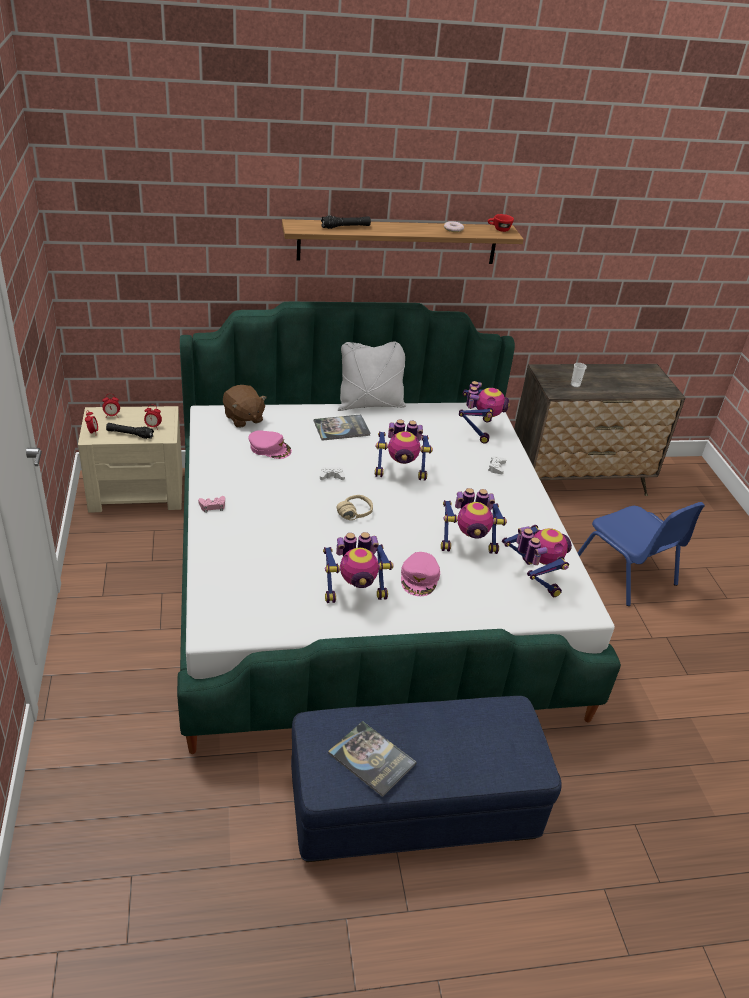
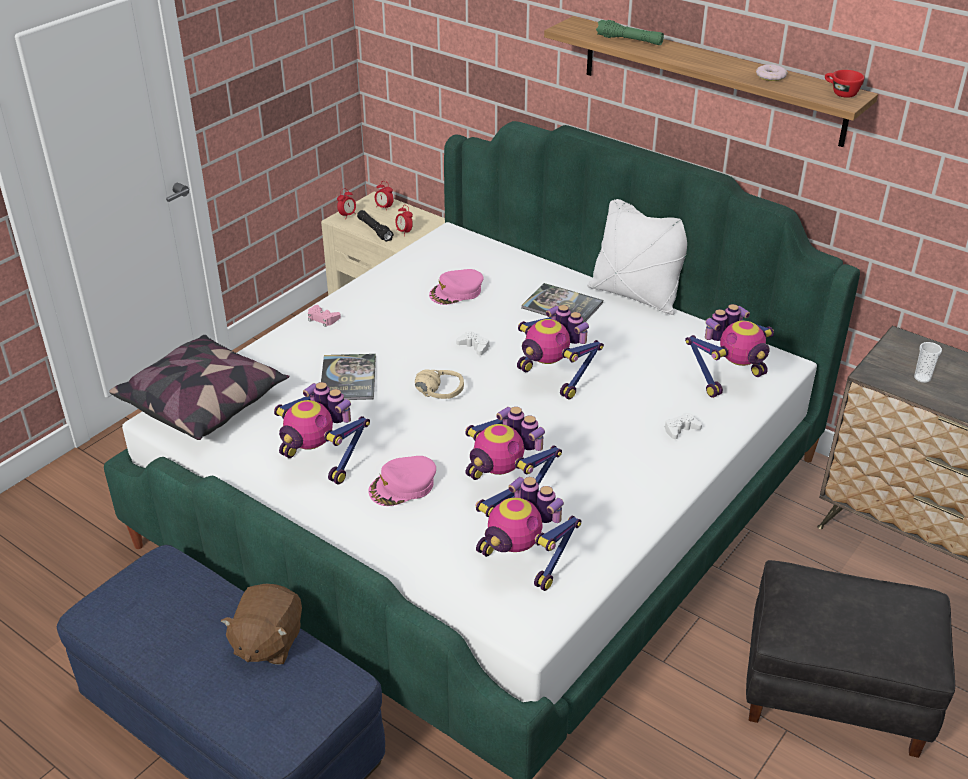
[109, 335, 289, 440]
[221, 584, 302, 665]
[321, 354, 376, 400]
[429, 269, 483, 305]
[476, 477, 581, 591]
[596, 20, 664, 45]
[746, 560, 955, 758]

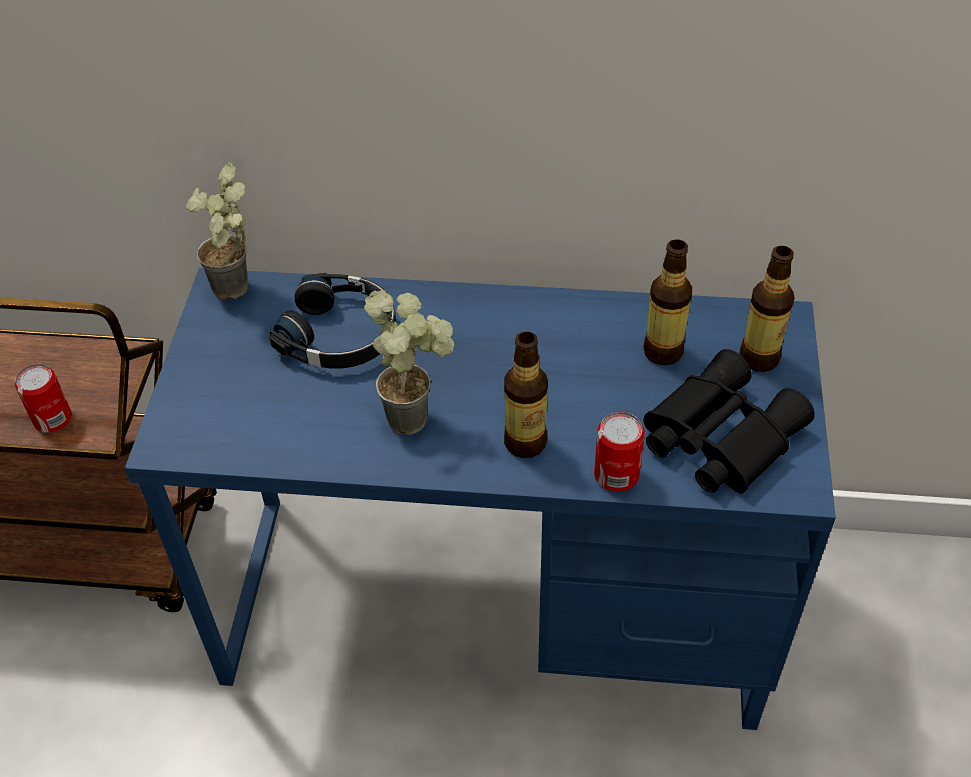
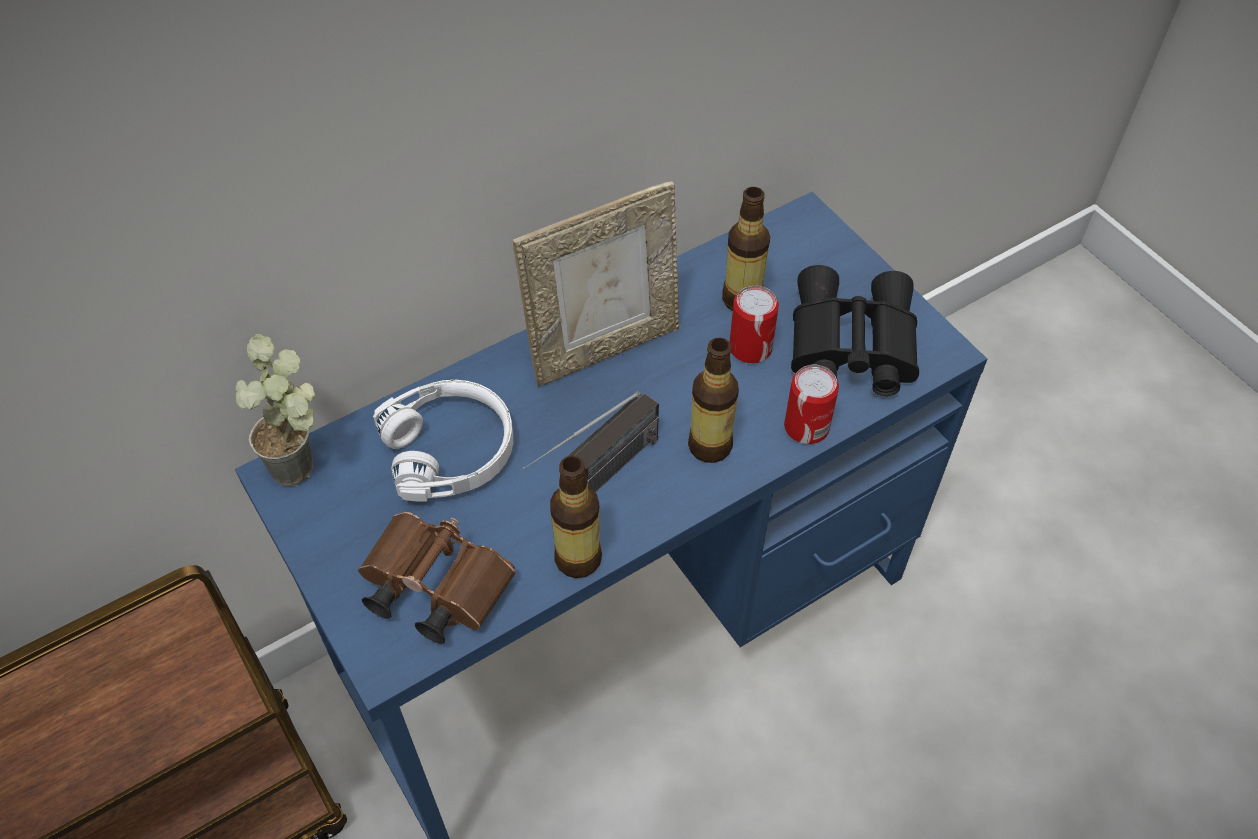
[358, 512, 515, 644]
[373, 380, 513, 502]
[513, 181, 679, 386]
[522, 391, 659, 492]
[550, 456, 602, 578]
[730, 285, 779, 363]

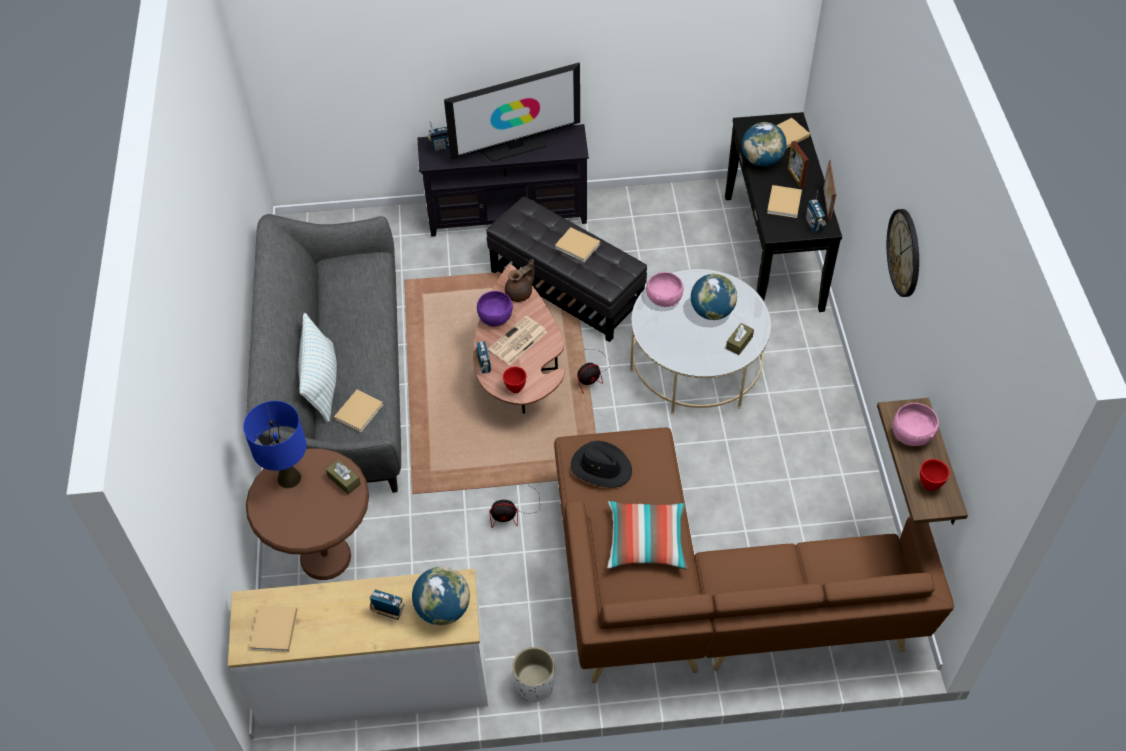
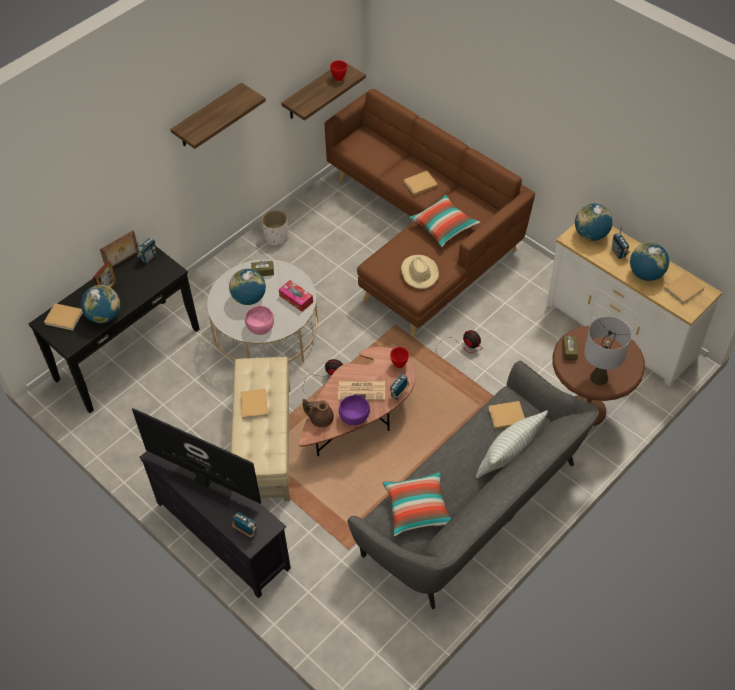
[171, 83, 266, 149]
[231, 357, 290, 502]
[261, 210, 289, 247]
[279, 280, 313, 312]
[383, 471, 452, 536]
[401, 255, 439, 289]
[404, 171, 438, 196]
[584, 316, 632, 385]
[630, 243, 669, 281]
[893, 403, 939, 446] (first image)

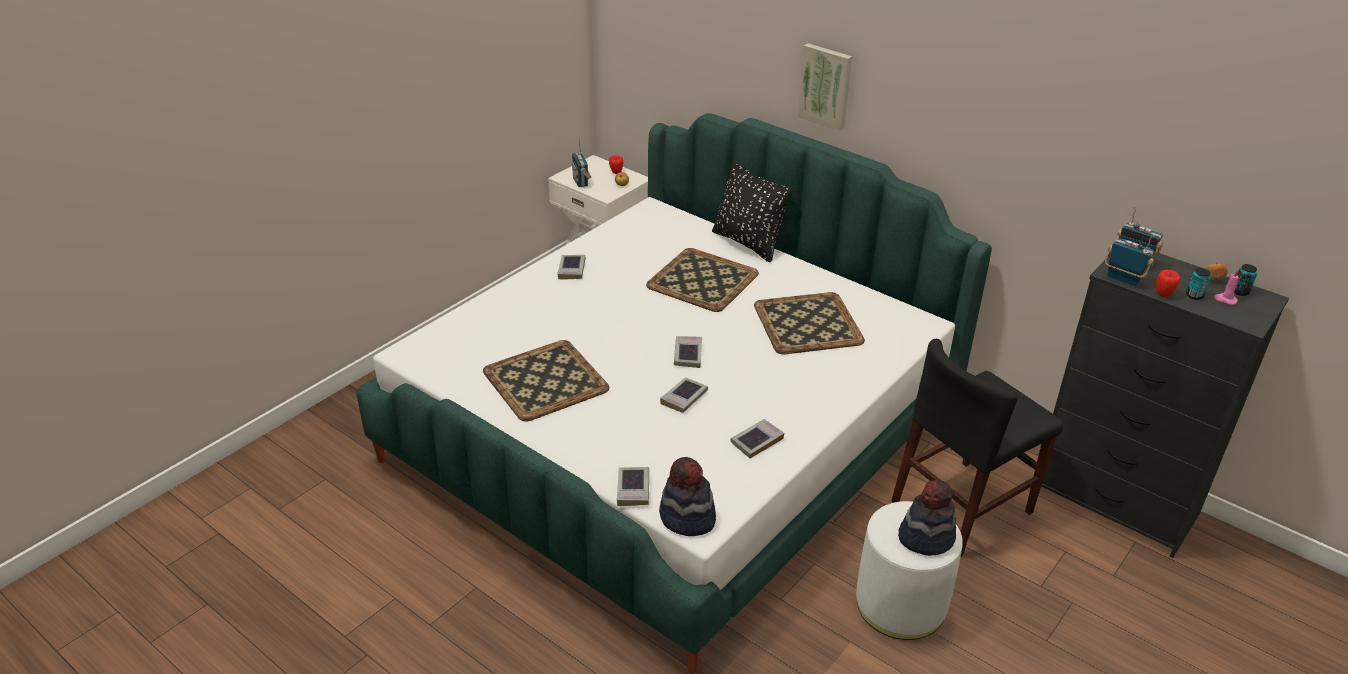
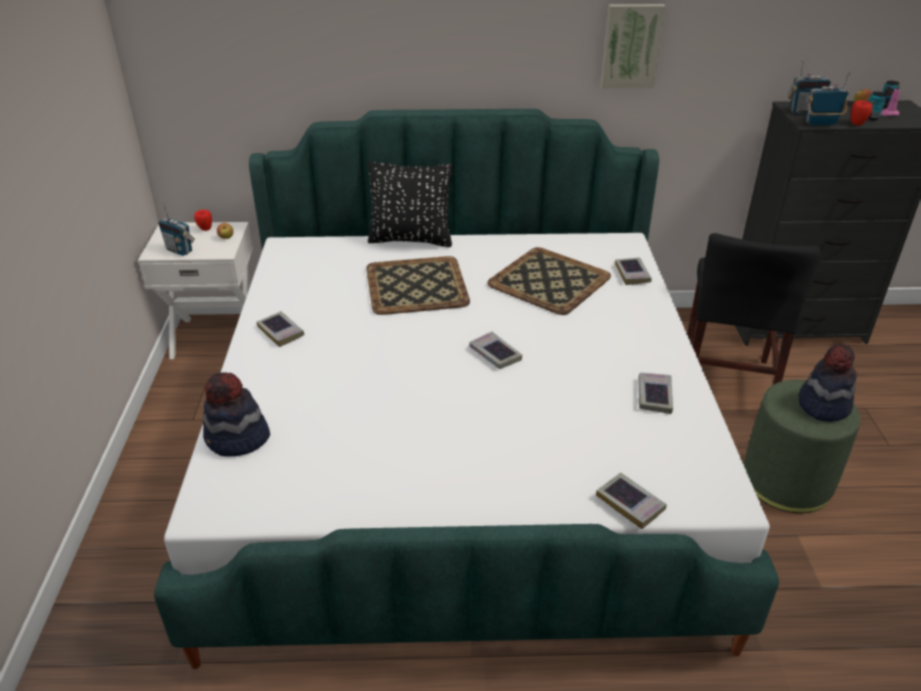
[203, 372, 270, 457]
[601, 4, 666, 88]
[615, 258, 652, 285]
[744, 380, 861, 513]
[483, 340, 609, 422] (first image)

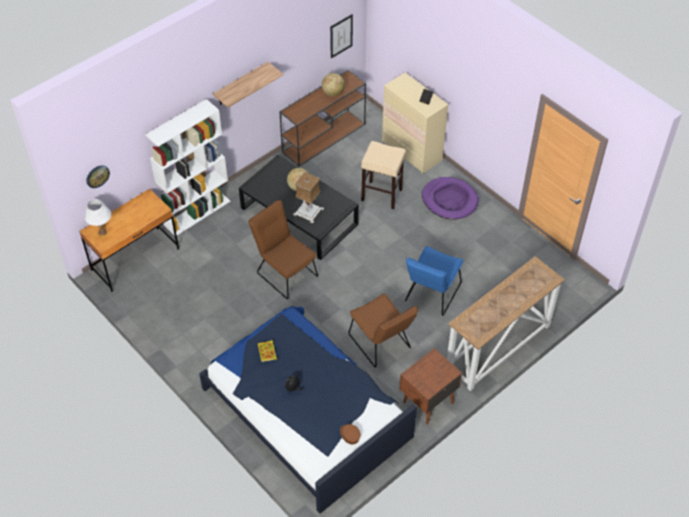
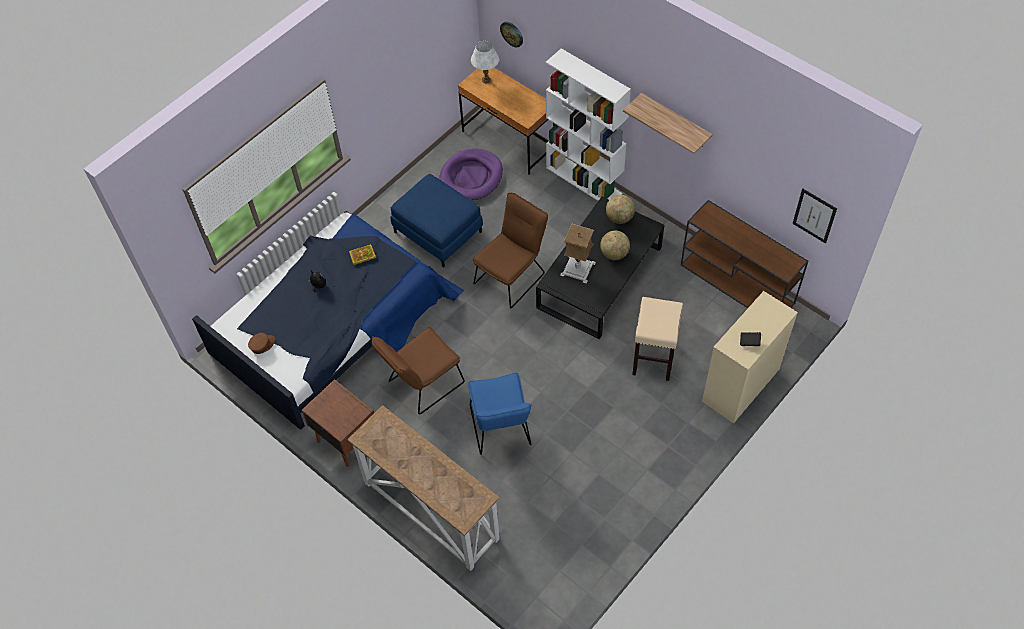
[391, 174, 483, 268]
[439, 148, 503, 200]
[468, 373, 531, 455]
[606, 195, 635, 224]

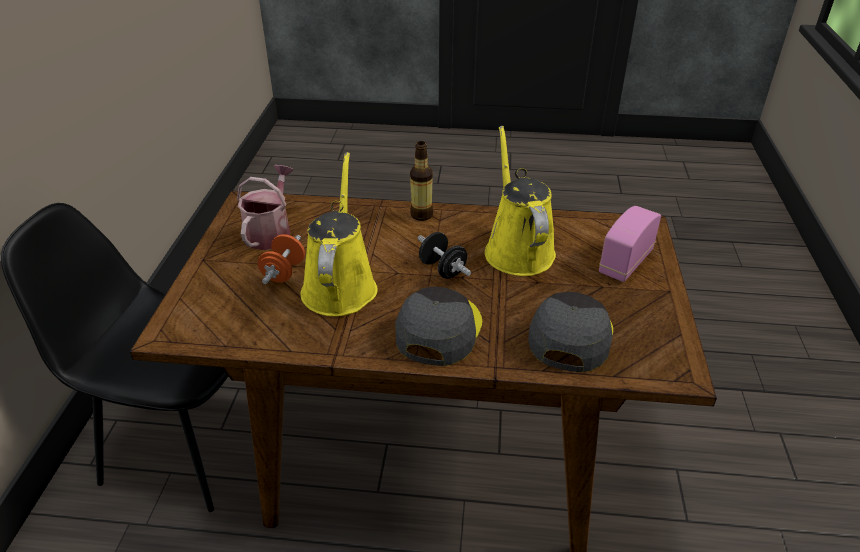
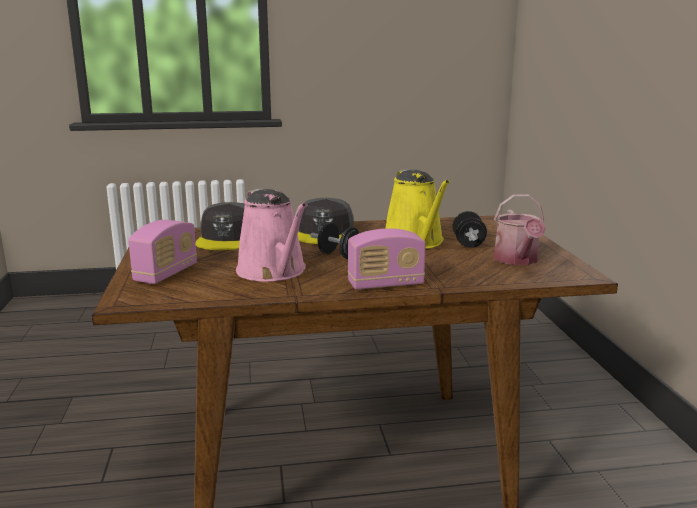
[236, 189, 308, 282]
[348, 228, 426, 290]
[452, 211, 487, 248]
[1, 203, 228, 512] (first image)

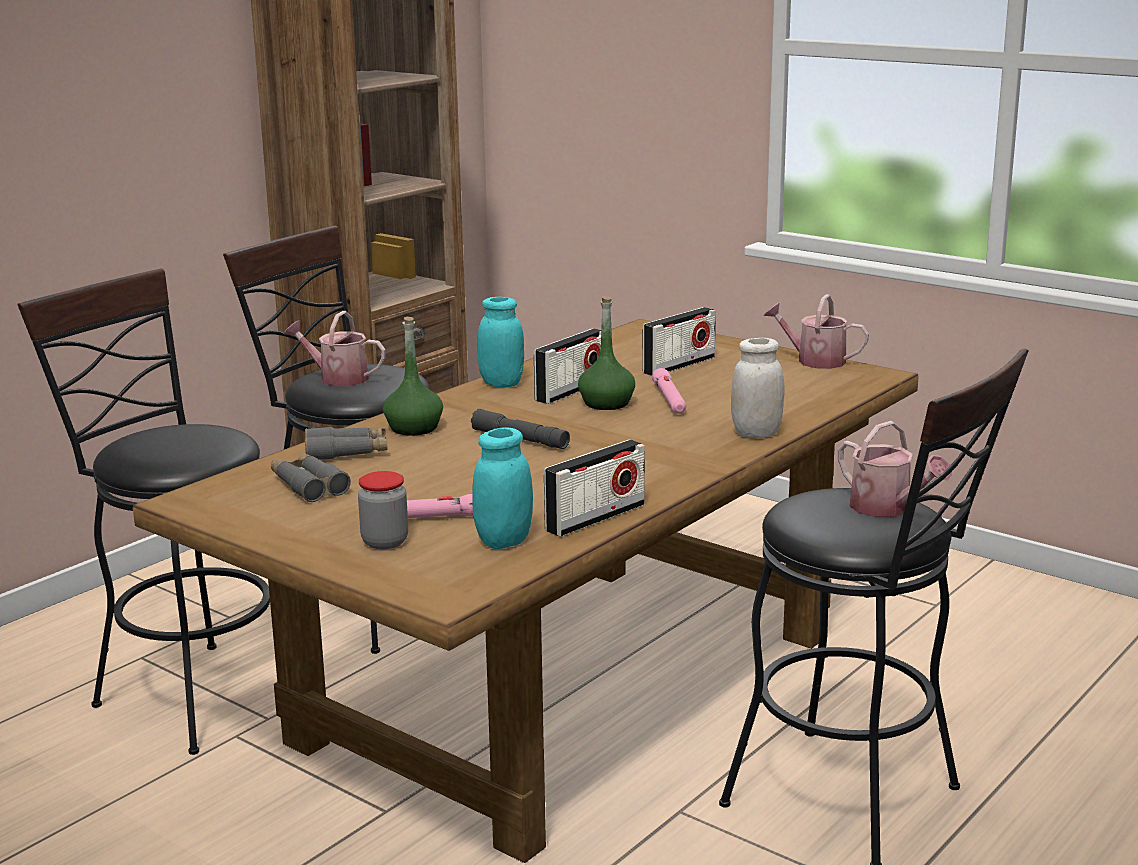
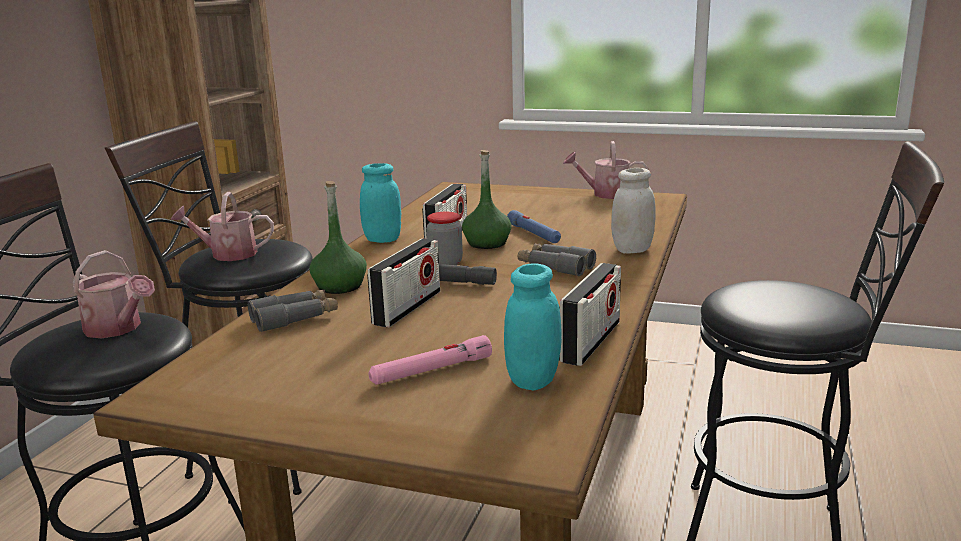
[73, 250, 155, 338]
[367, 238, 440, 327]
[427, 212, 463, 265]
[507, 210, 561, 243]
[518, 243, 596, 276]

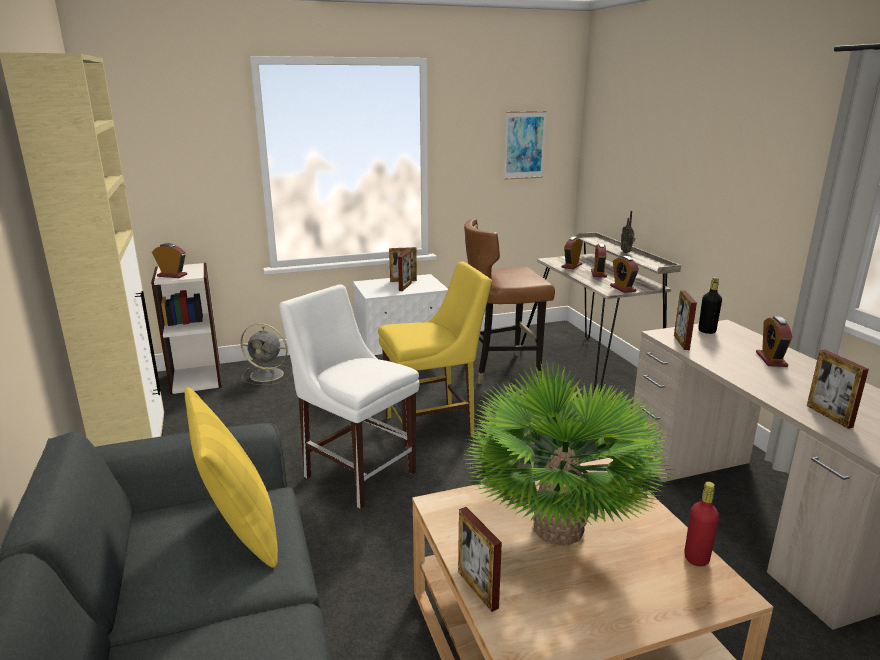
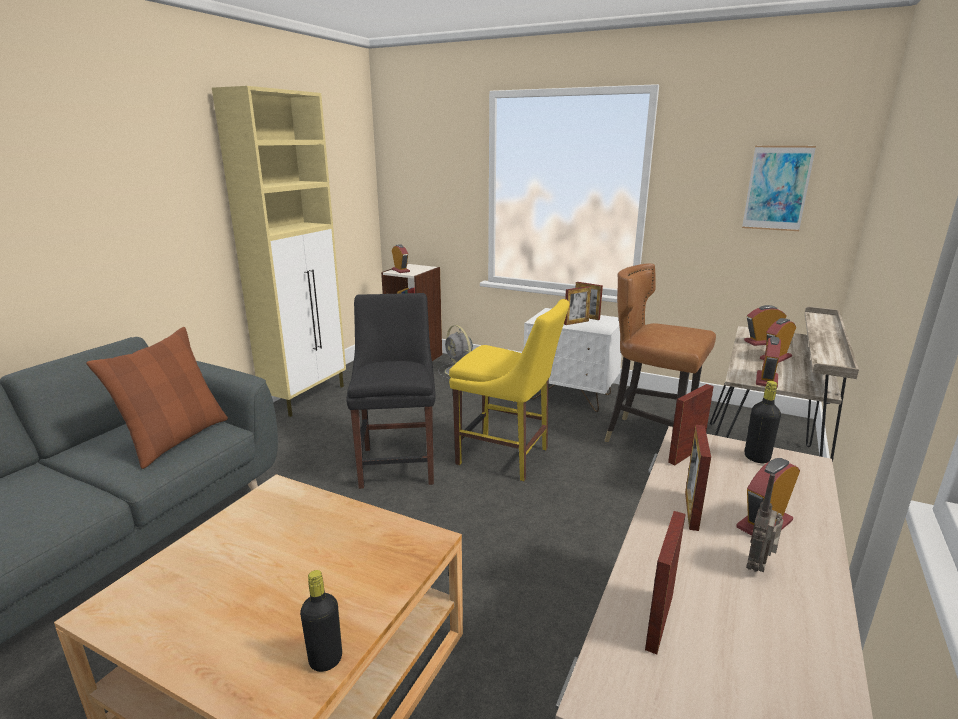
[86, 327, 228, 469]
[300, 570, 342, 672]
[346, 293, 436, 489]
[685, 425, 711, 531]
[746, 474, 784, 572]
[465, 361, 673, 546] (first image)

